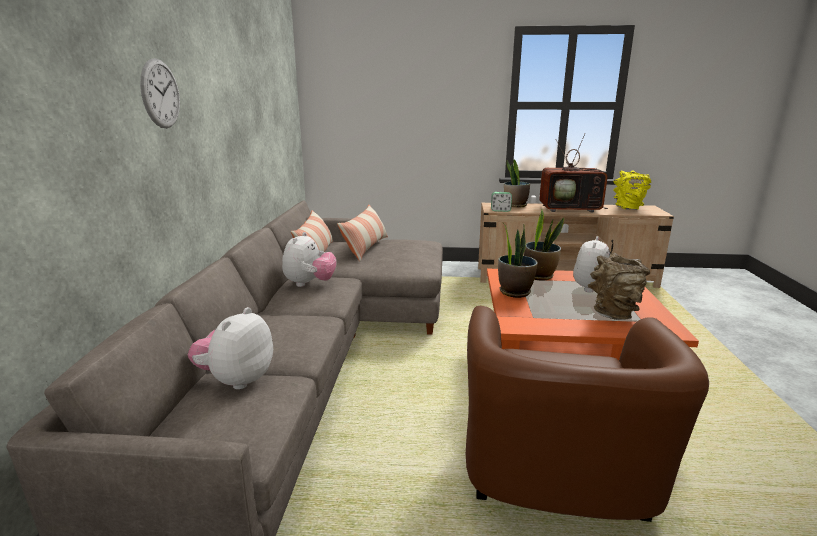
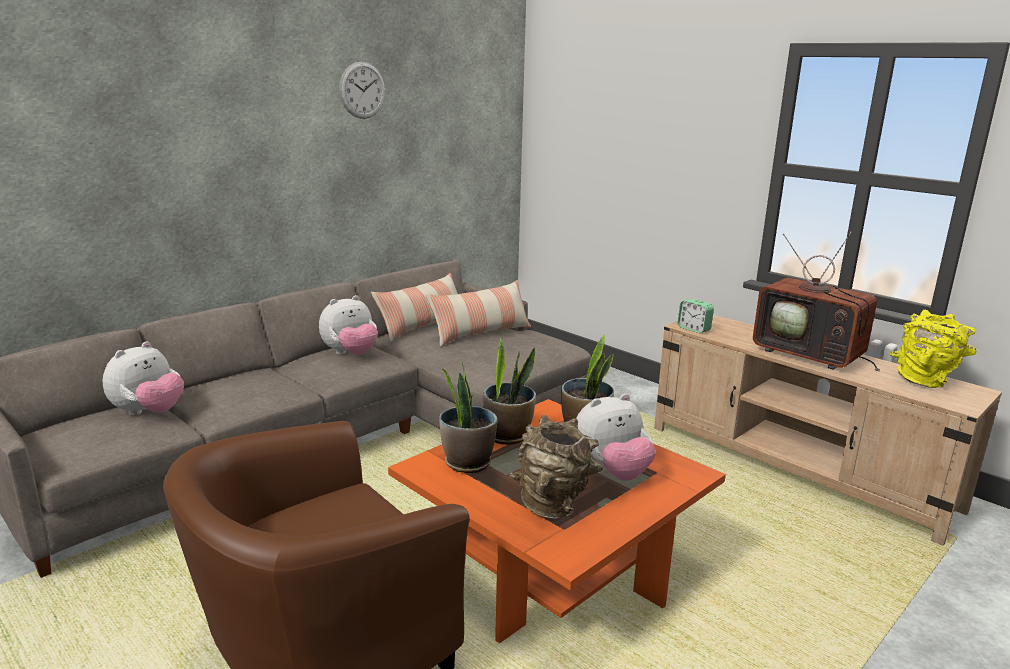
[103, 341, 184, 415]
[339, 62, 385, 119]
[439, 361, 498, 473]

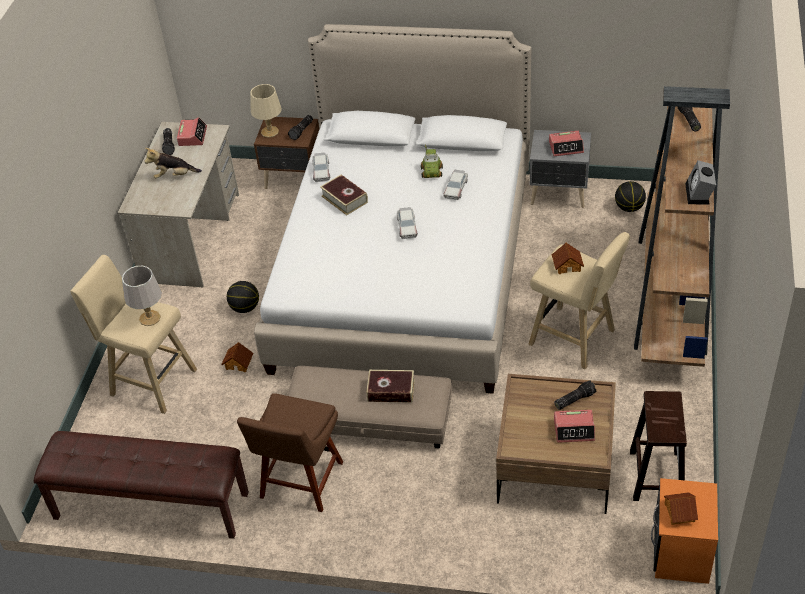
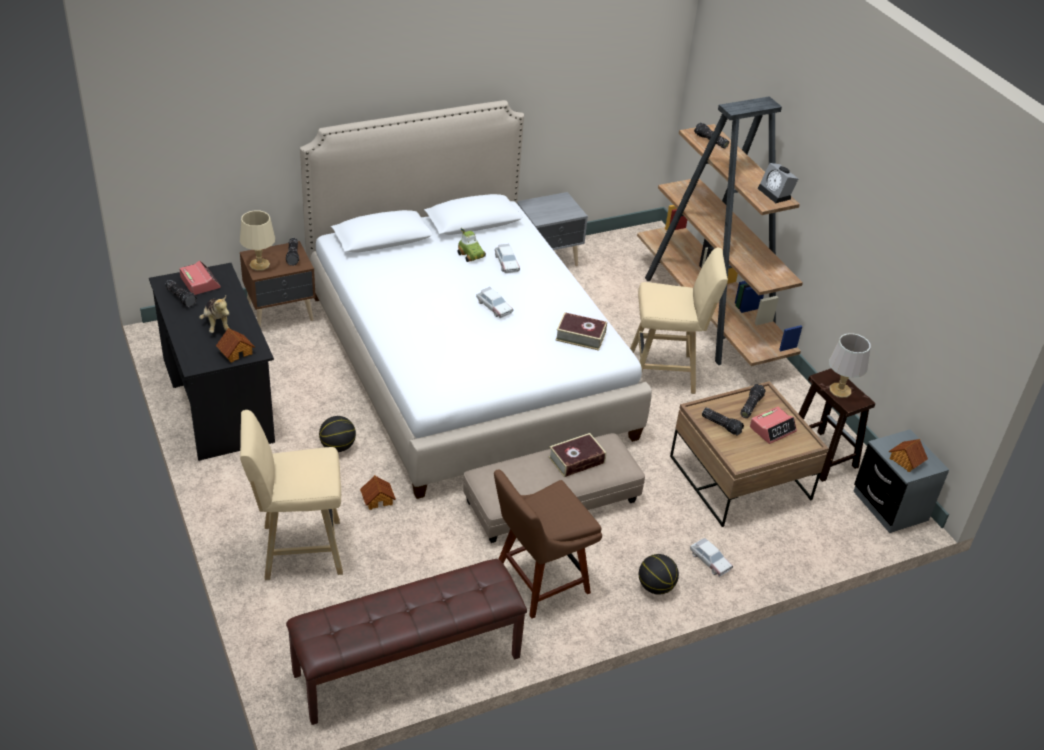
[149, 263, 275, 461]
[199, 296, 230, 333]
[216, 328, 255, 363]
[494, 470, 602, 619]
[555, 312, 607, 351]
[639, 554, 679, 595]
[690, 538, 733, 577]
[702, 408, 744, 436]
[829, 333, 870, 398]
[853, 429, 949, 533]
[549, 131, 584, 156] (first image)

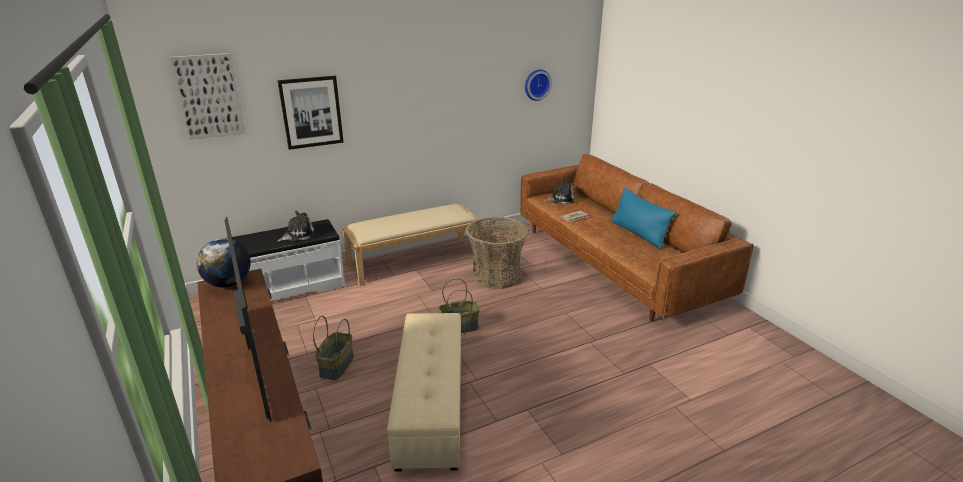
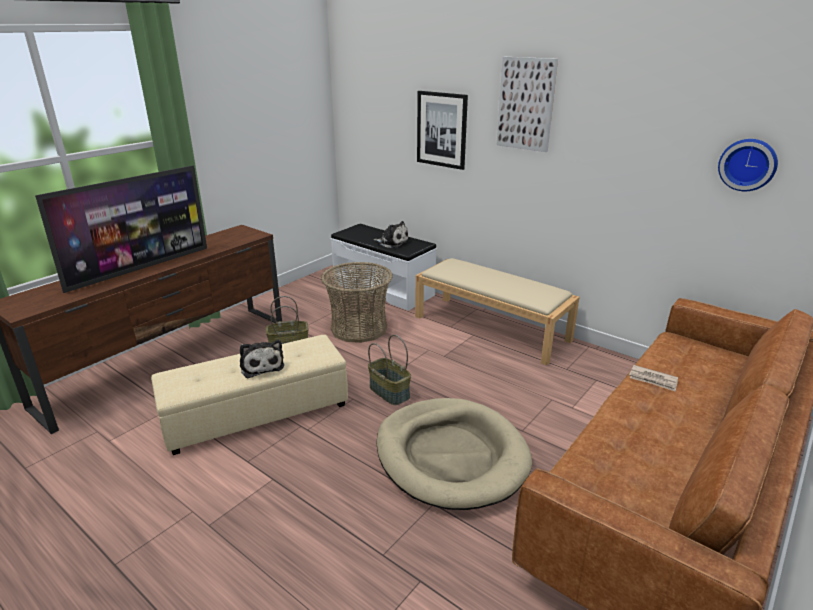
[240, 340, 284, 378]
[321, 262, 393, 343]
[376, 398, 532, 510]
[497, 57, 558, 152]
[197, 238, 251, 287] (first image)
[611, 188, 676, 249] (first image)

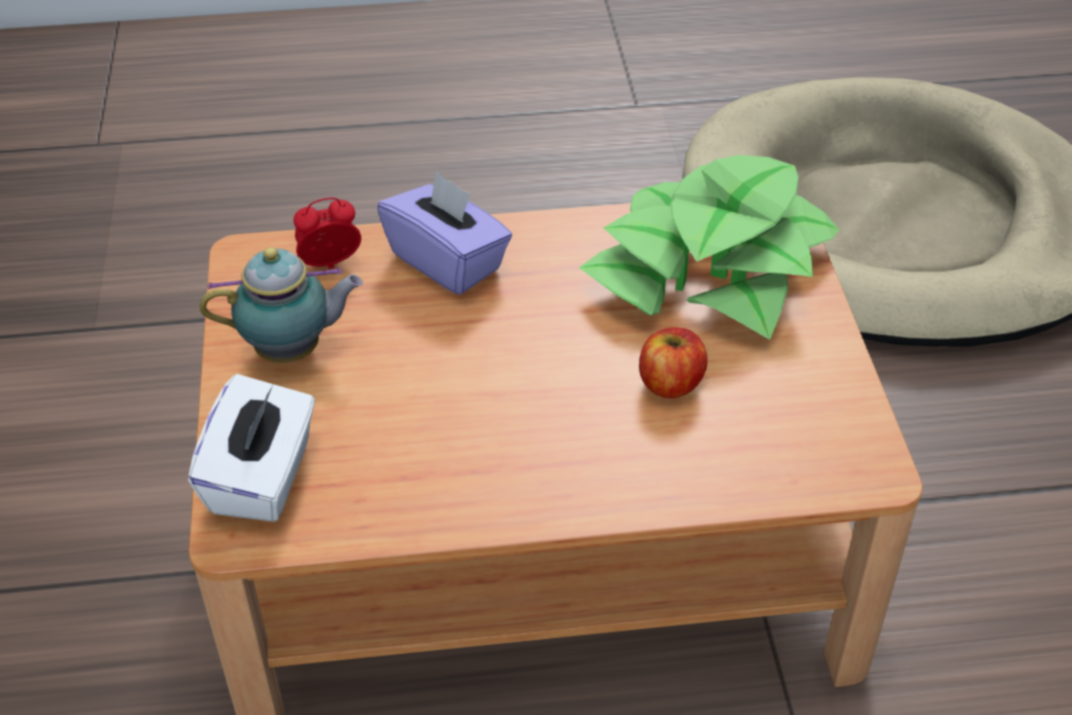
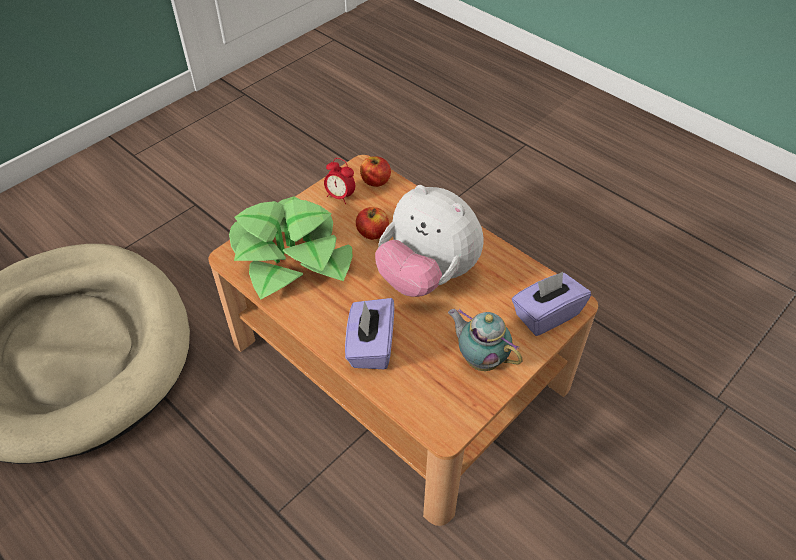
[324, 158, 355, 204]
[360, 157, 391, 187]
[375, 185, 483, 297]
[512, 272, 591, 336]

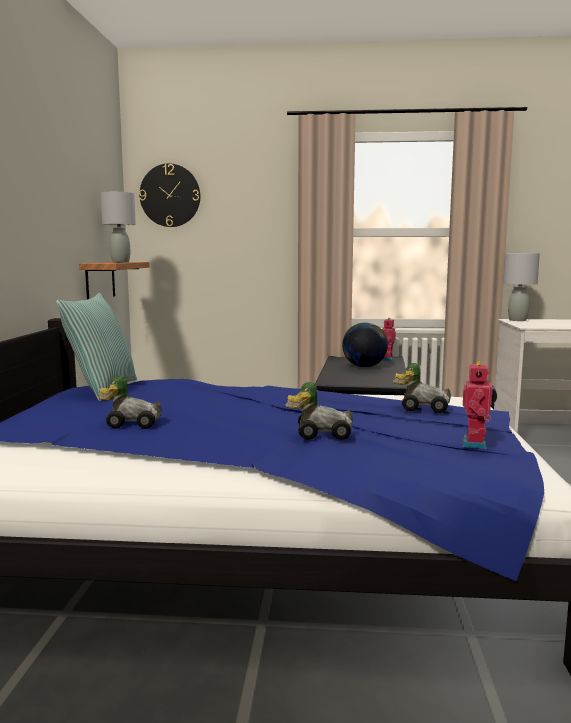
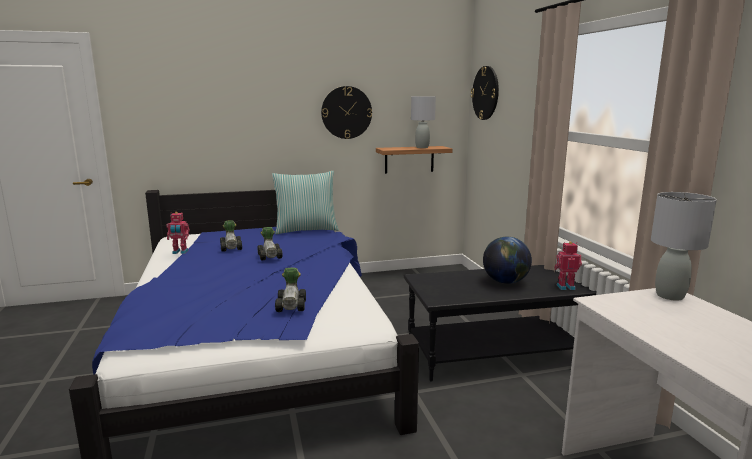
[167, 212, 190, 254]
[257, 227, 283, 260]
[321, 86, 372, 139]

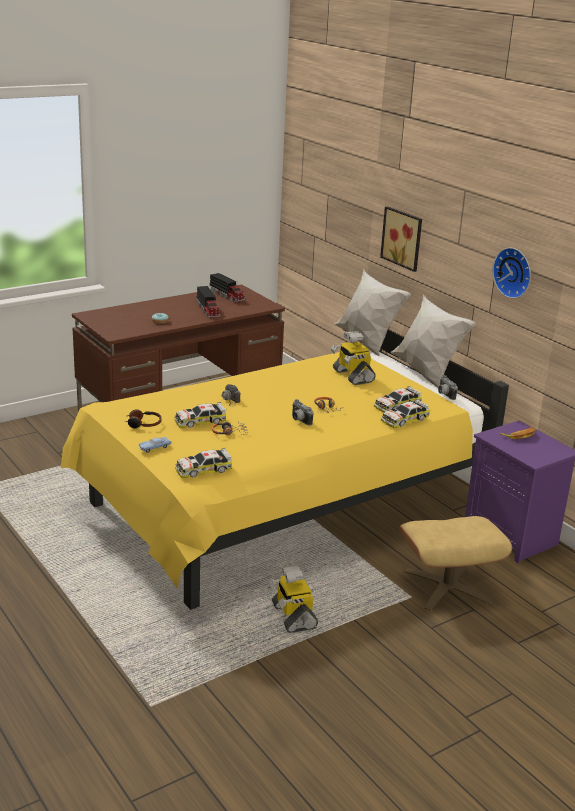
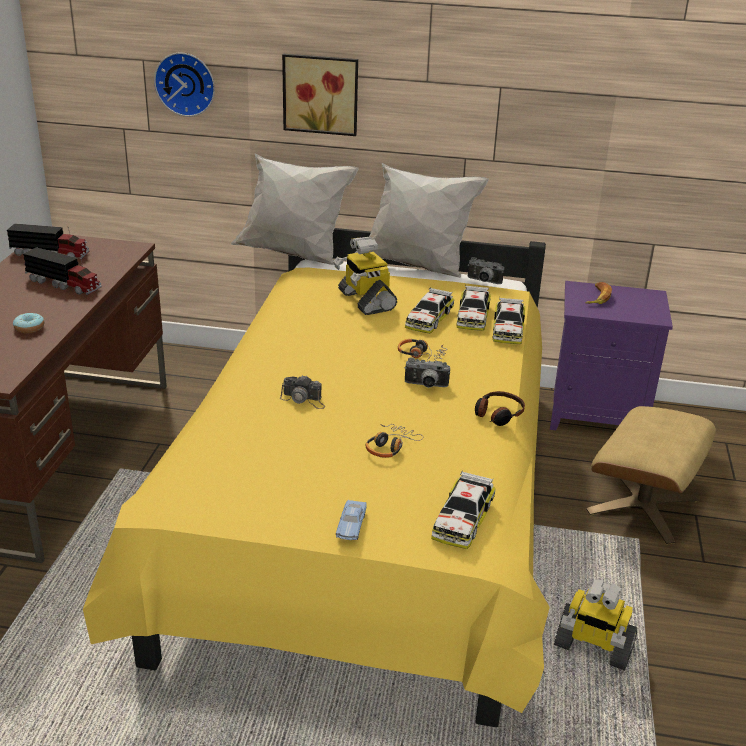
[154, 52, 215, 117]
[334, 237, 397, 315]
[405, 287, 454, 334]
[475, 391, 525, 426]

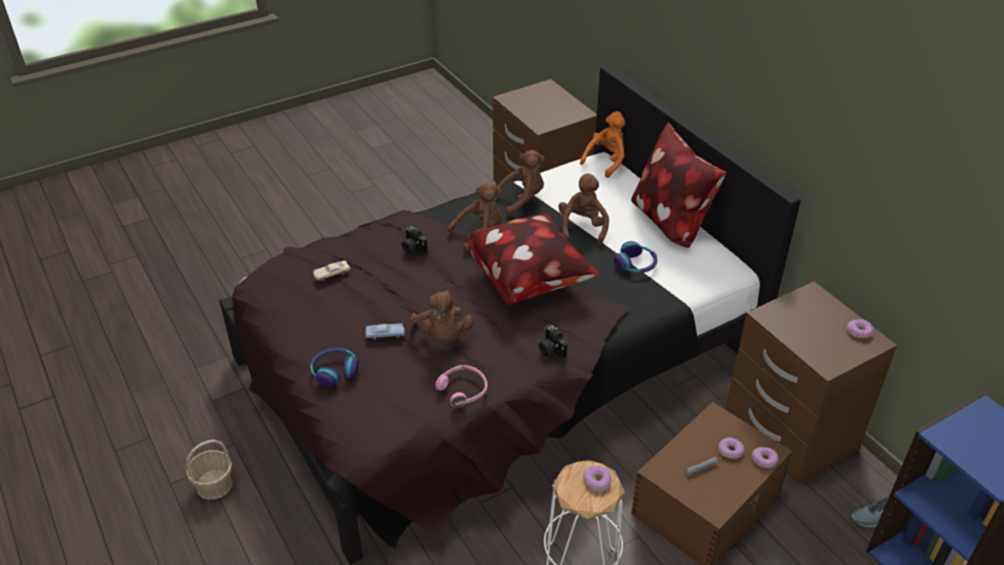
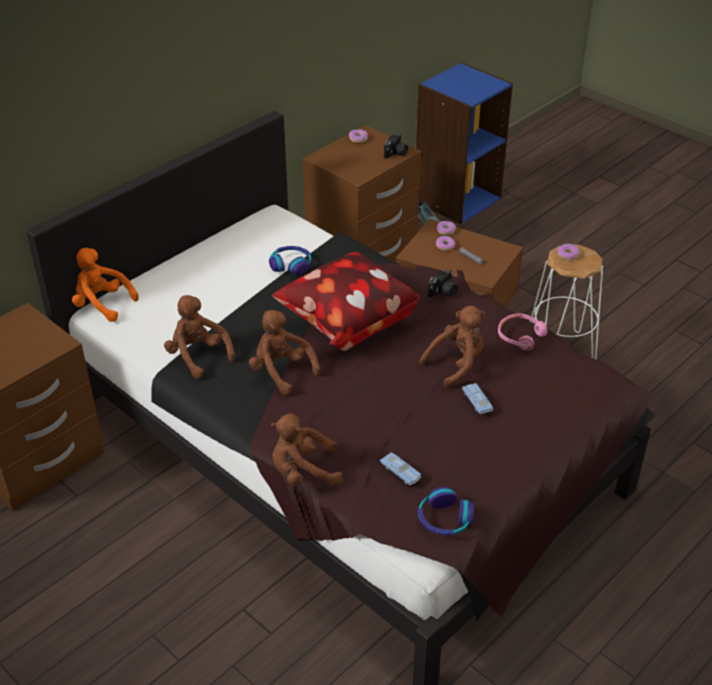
[271, 413, 343, 486]
[380, 452, 421, 485]
[384, 133, 408, 159]
[418, 487, 474, 536]
[186, 440, 233, 500] (first image)
[631, 122, 726, 248] (first image)

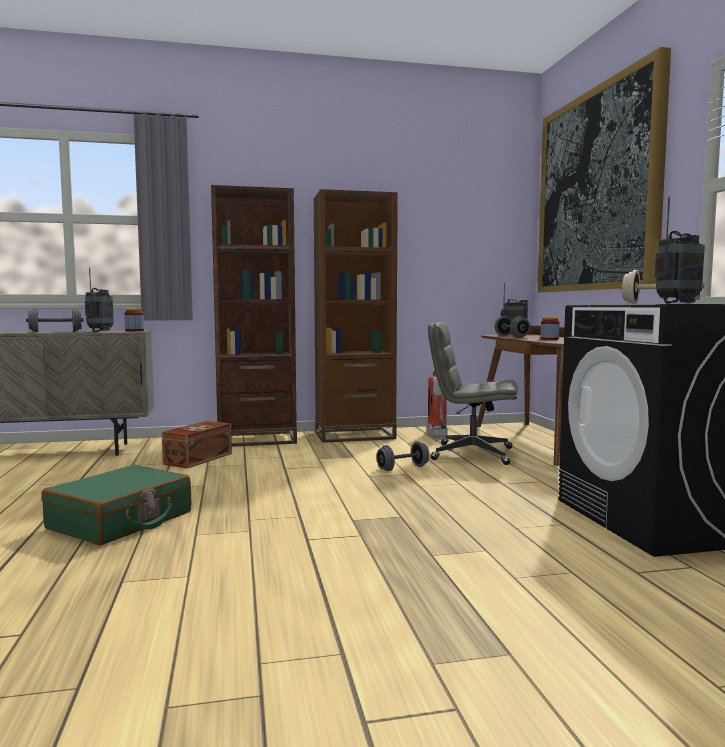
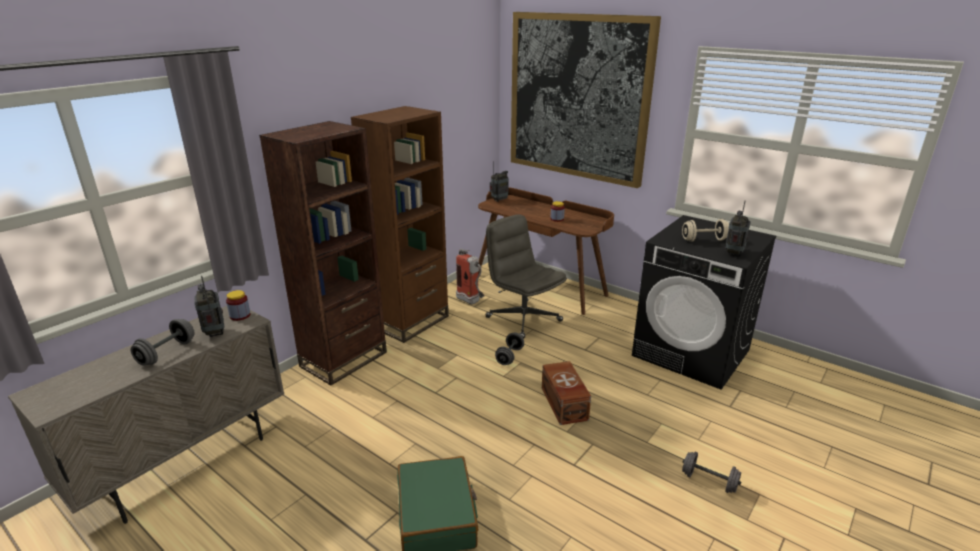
[485, 214, 567, 339]
[542, 361, 591, 425]
[682, 452, 741, 493]

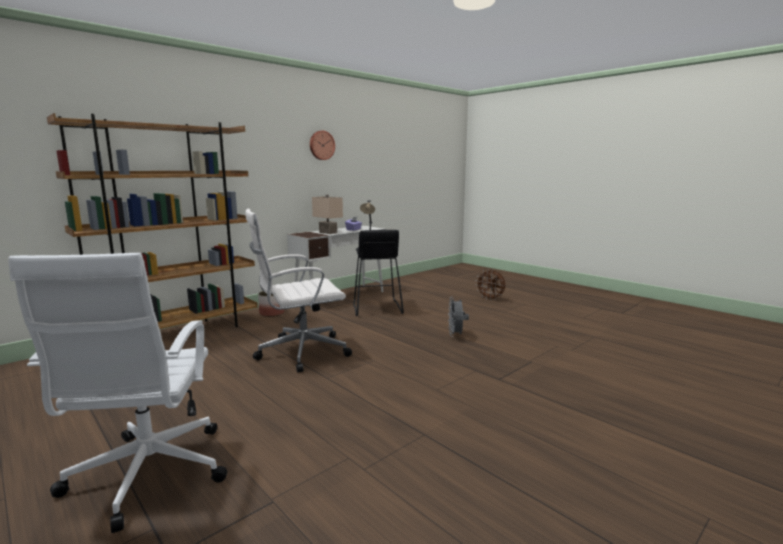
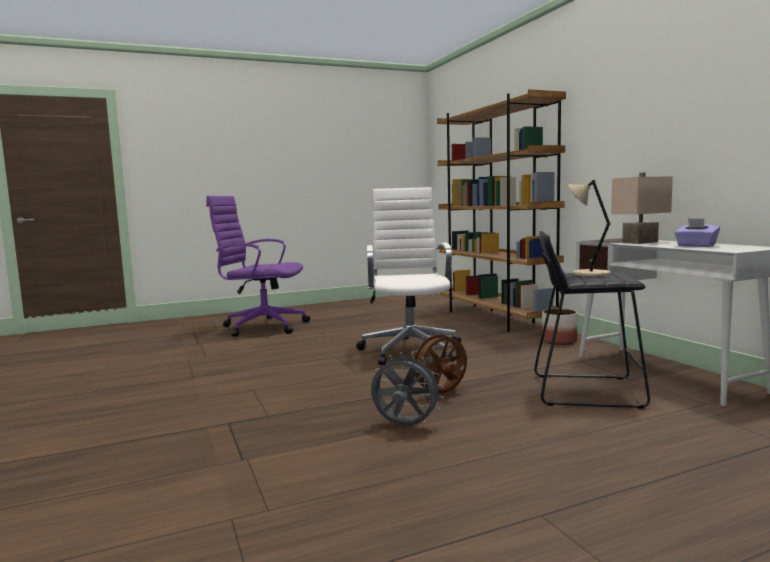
[206, 196, 310, 337]
[412, 330, 467, 394]
[310, 131, 335, 160] (first image)

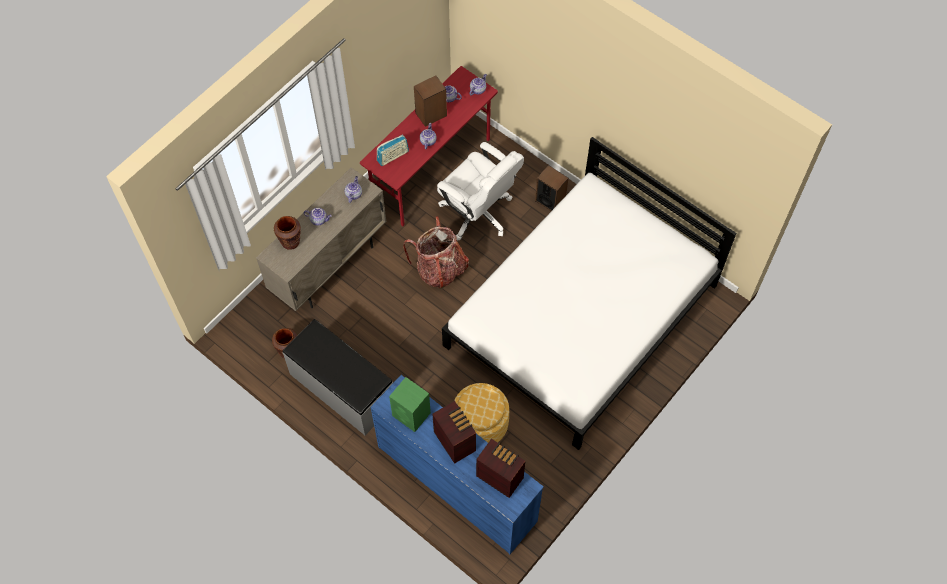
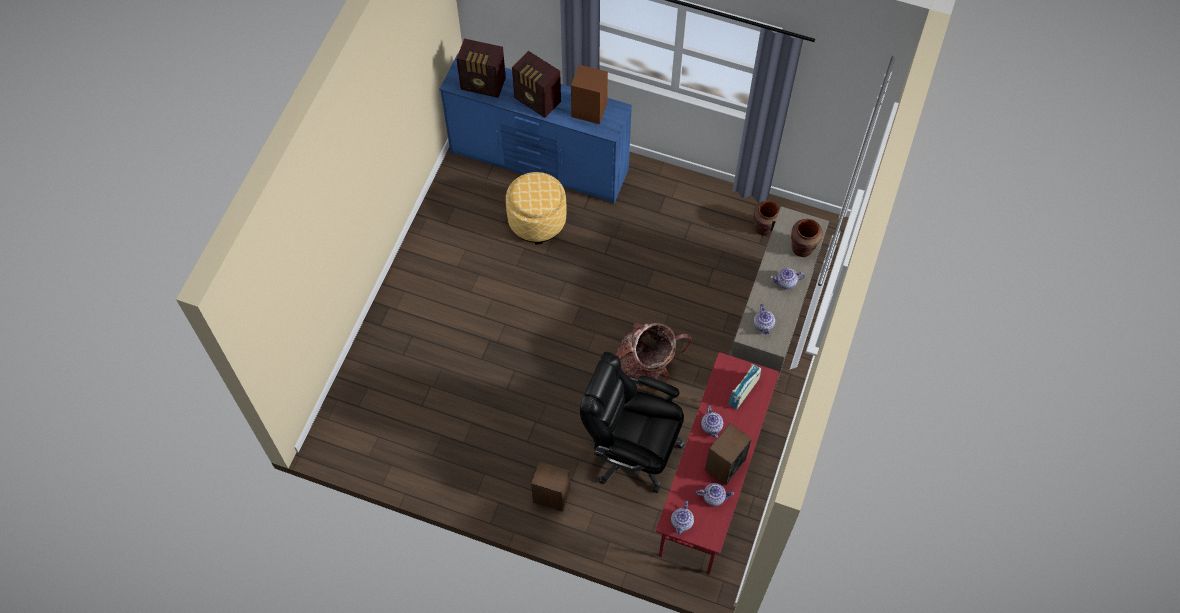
[571, 65, 608, 124]
[580, 352, 685, 493]
[283, 319, 393, 435] (first image)
[442, 137, 737, 450] (first image)

